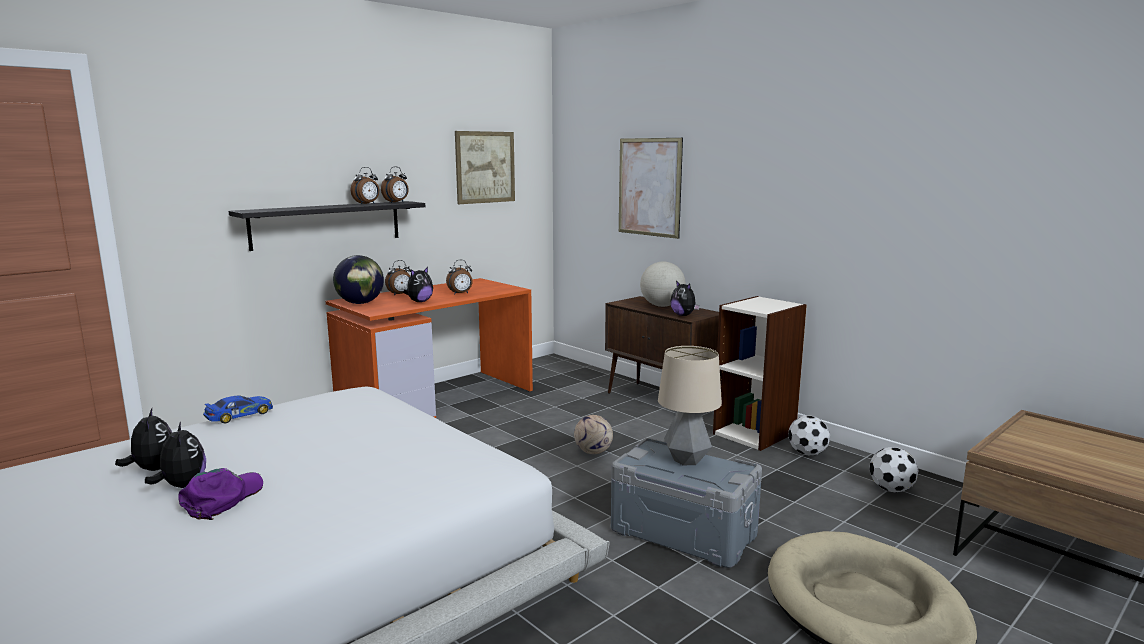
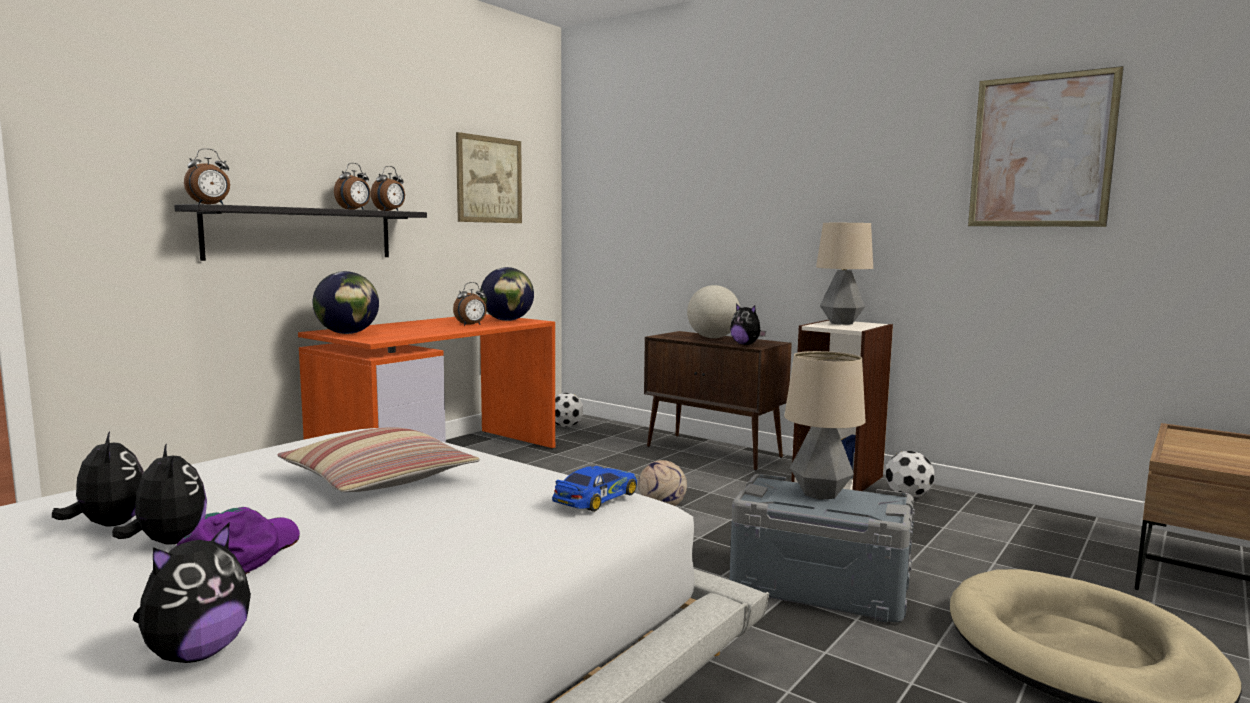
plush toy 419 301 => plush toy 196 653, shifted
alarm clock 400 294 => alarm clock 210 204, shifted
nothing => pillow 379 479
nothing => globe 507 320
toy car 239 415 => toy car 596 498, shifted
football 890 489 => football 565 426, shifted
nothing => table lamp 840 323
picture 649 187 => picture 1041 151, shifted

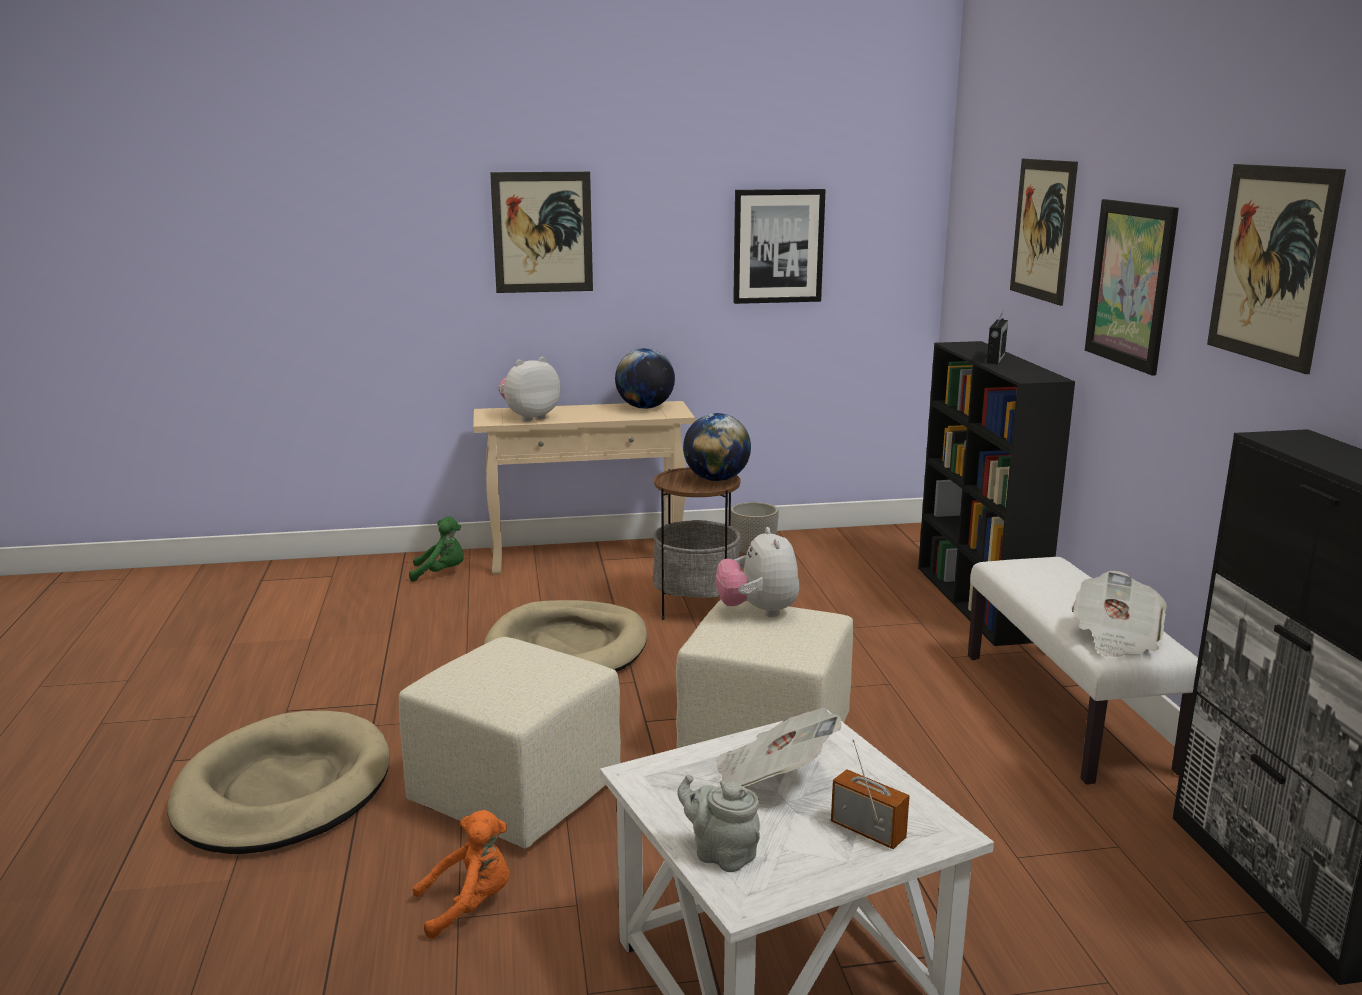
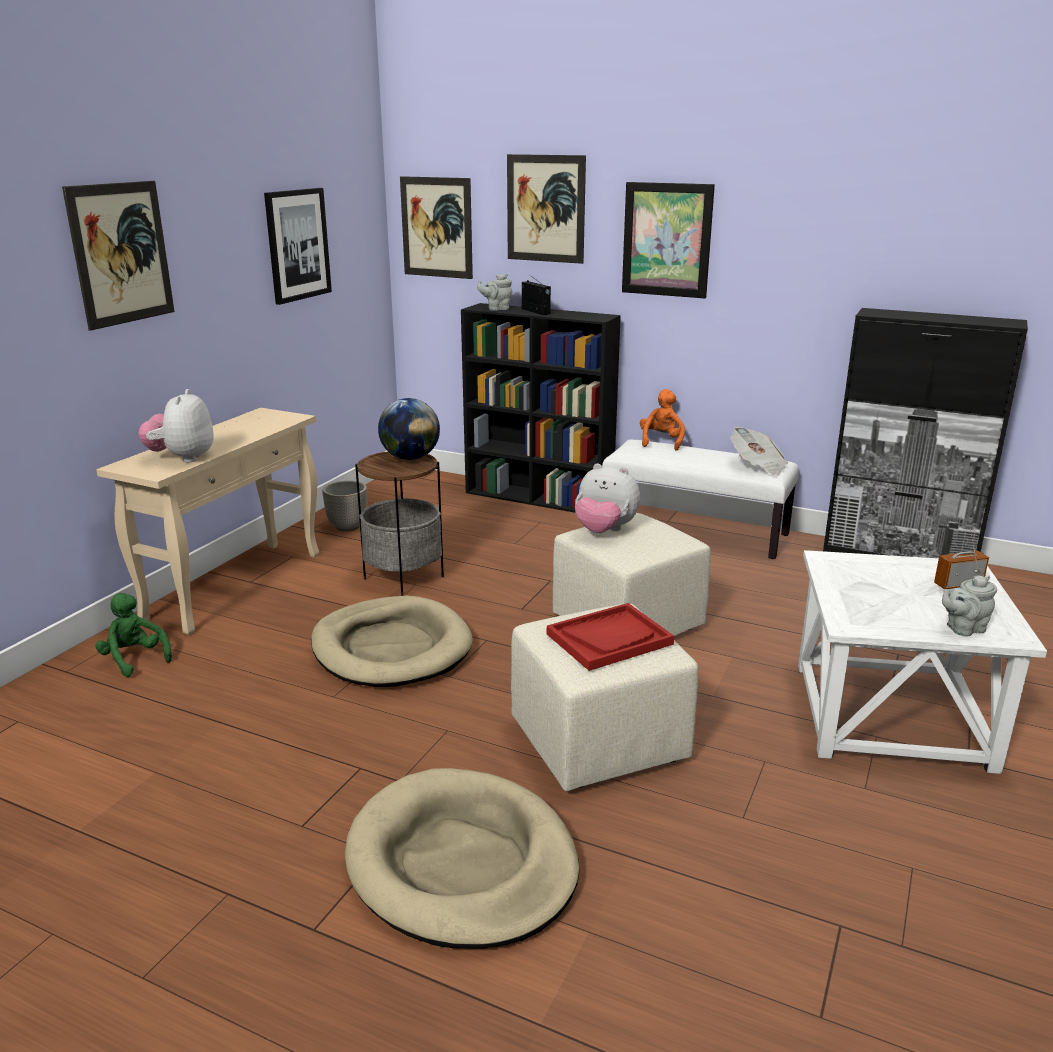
plush toy (green) 441 573 => plush toy (green) 135 659, 75 degrees counterclockwise
picture 1271 264 => picture 436 227, shifted
nothing => teapot (grey) 496 309
nothing => tray (red) 609 639
plush toy (orange) 469 905 => plush toy (orange) 661 442, shifted
globe 645 407 => nothing
newspaper 773 778 => nothing

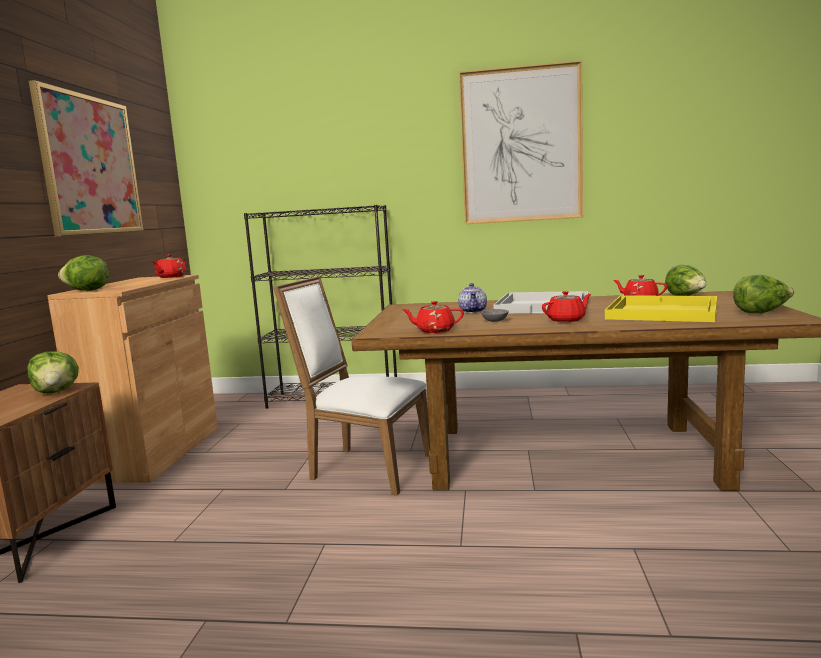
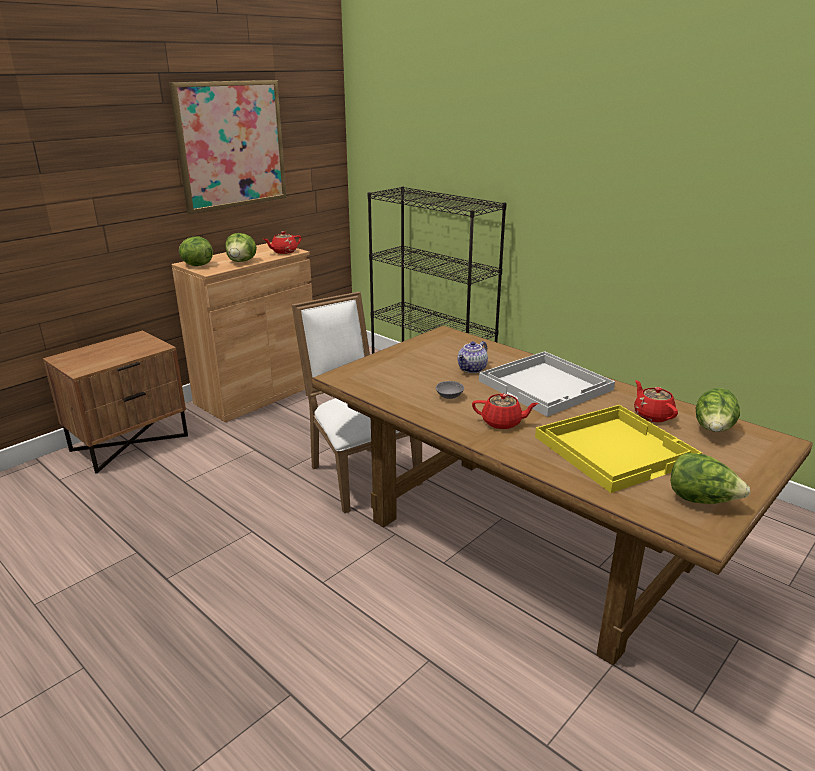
lettuce 56 392 => lettuce 242 261, shifted
teapot (red) 434 331 => nothing
picture 521 145 => nothing

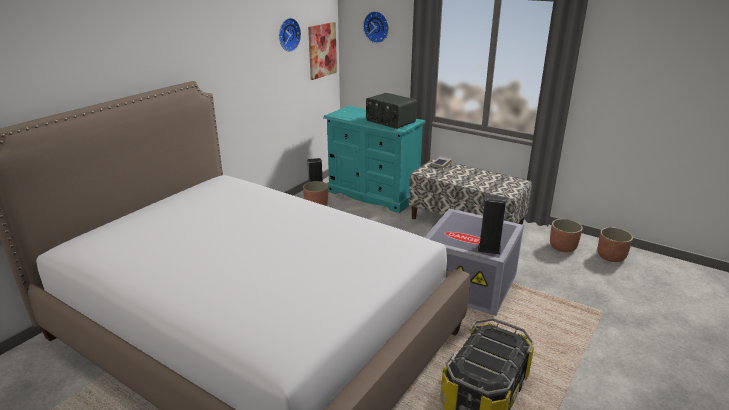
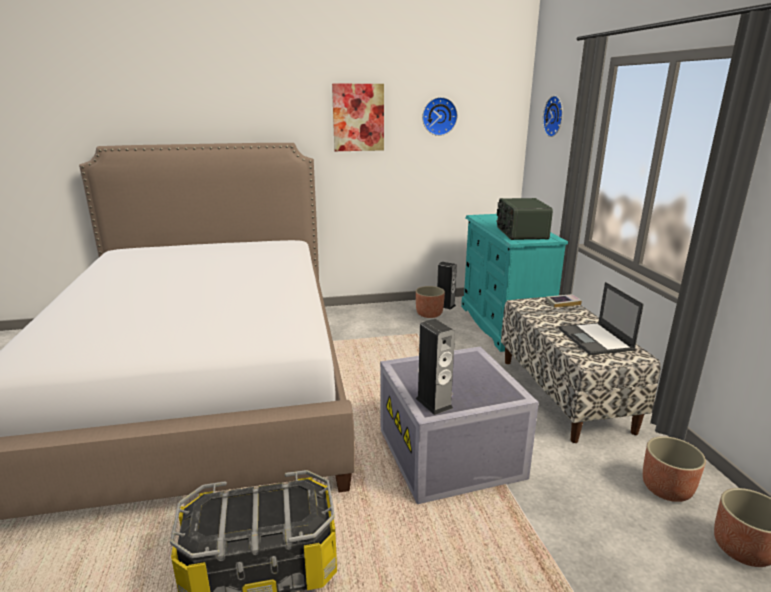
picture 322 50 => picture 358 117, shifted
nothing => laptop 596 339

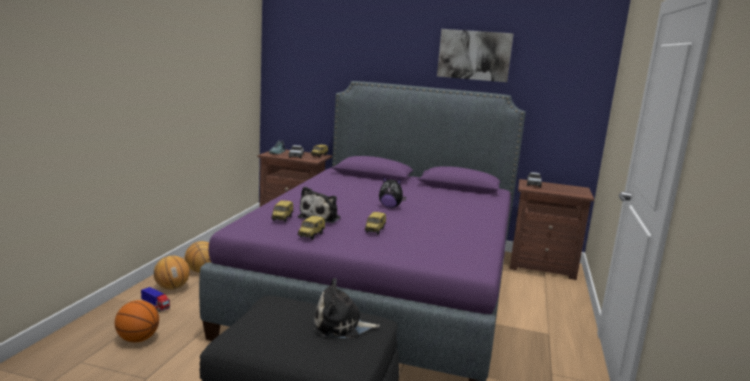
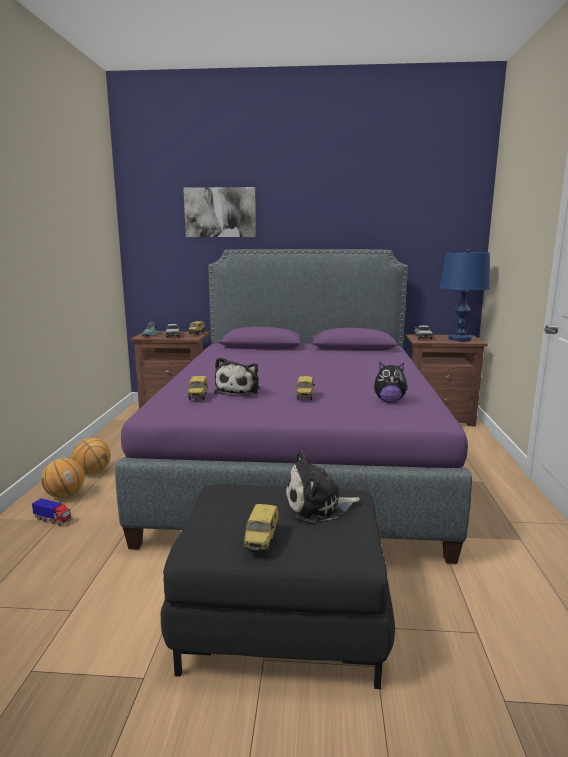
picture 474 55 => picture 220 212, shifted
toy car 311 236 => toy car 262 541, shifted
plush toy 390 207 => plush toy 389 401, shifted
nothing => table lamp (blue) 459 339
basketball 138 339 => nothing

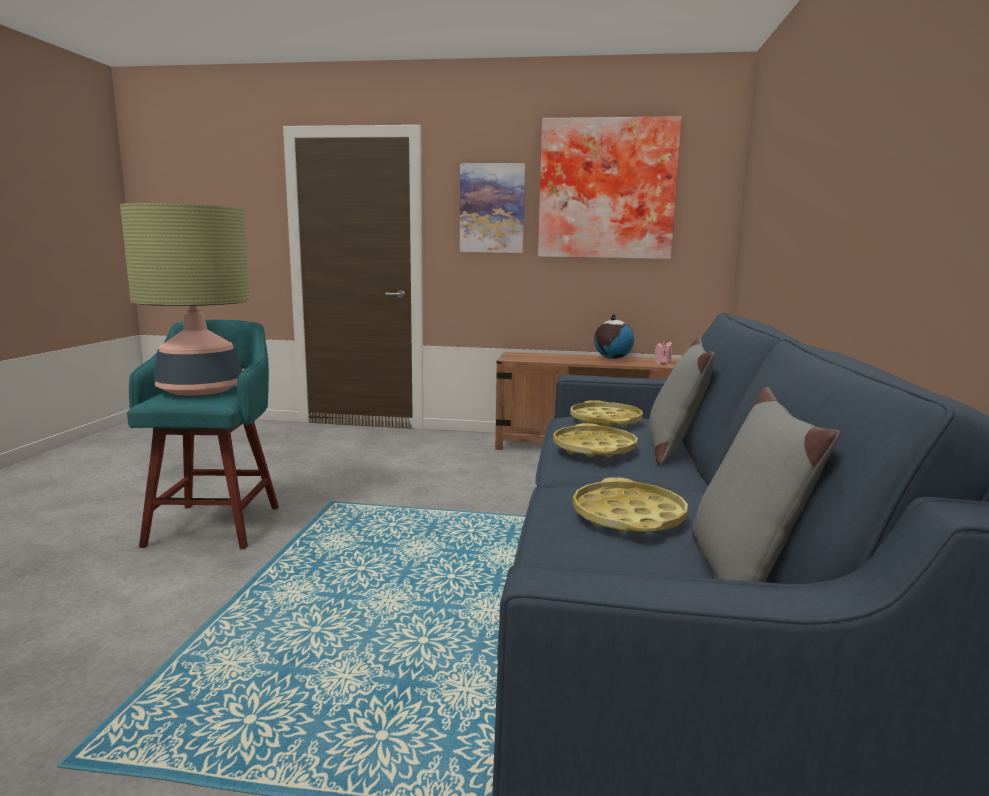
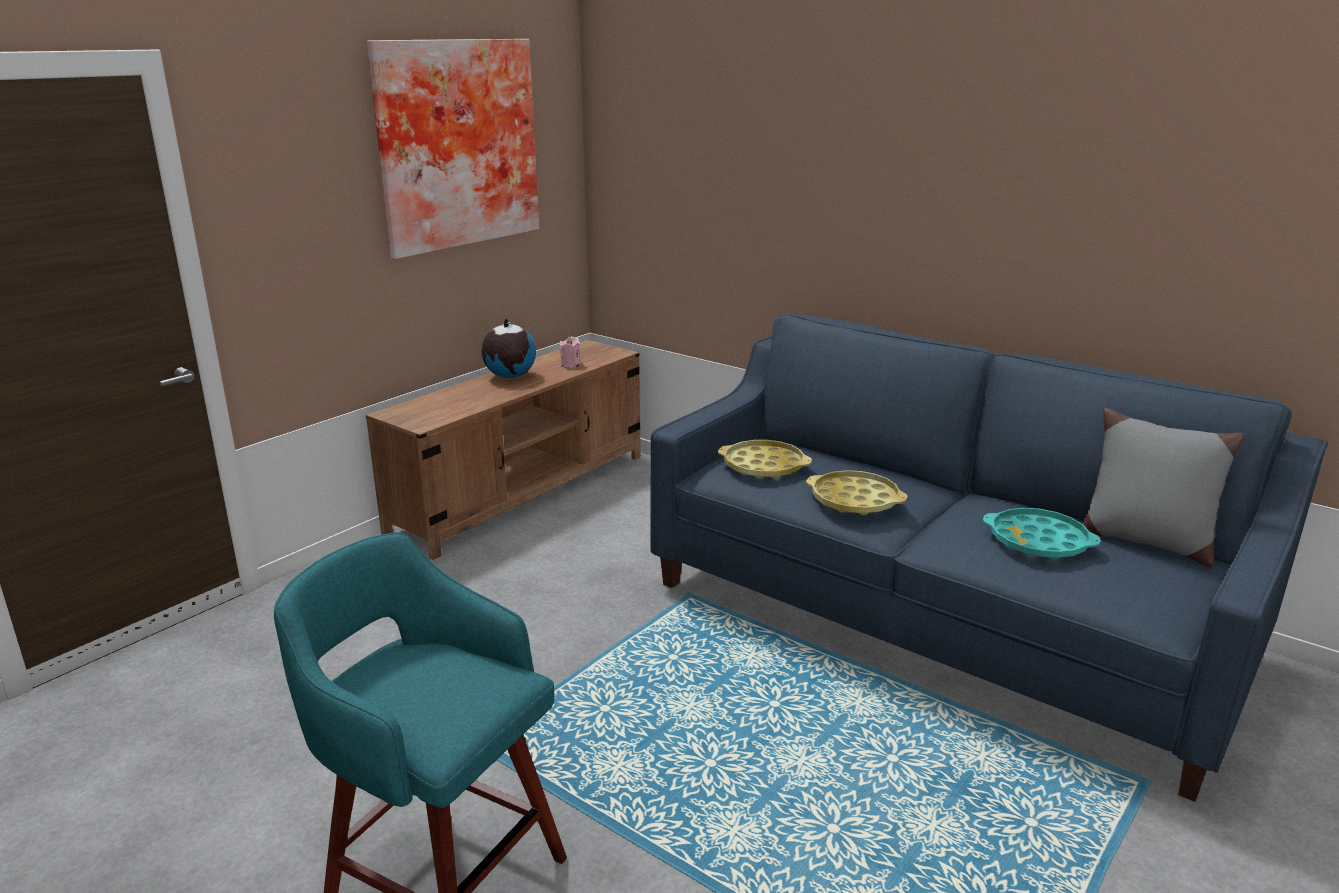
tray (yellow) 628 516 => tray (turquoise) 1038 541
table lamp 200 389 => nothing
picture 492 208 => nothing
pillow (grey) 674 448 => nothing

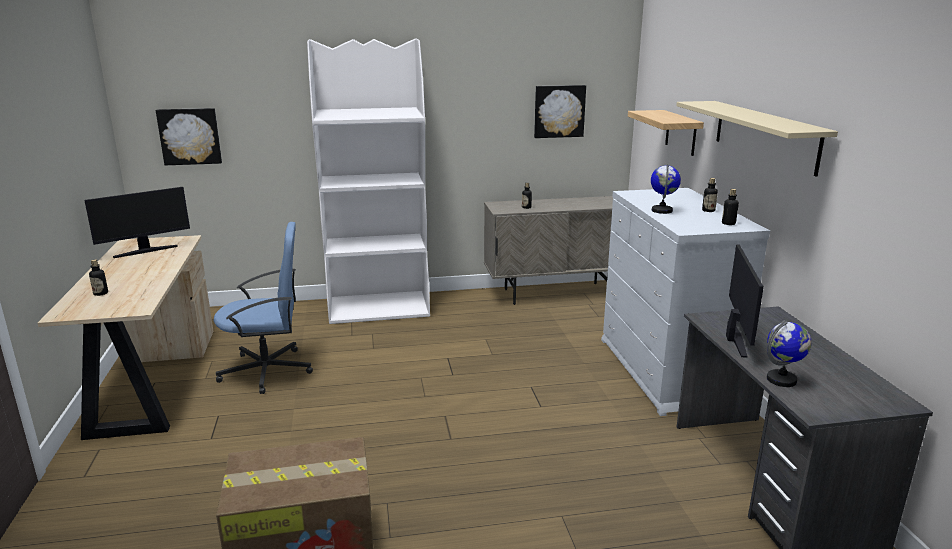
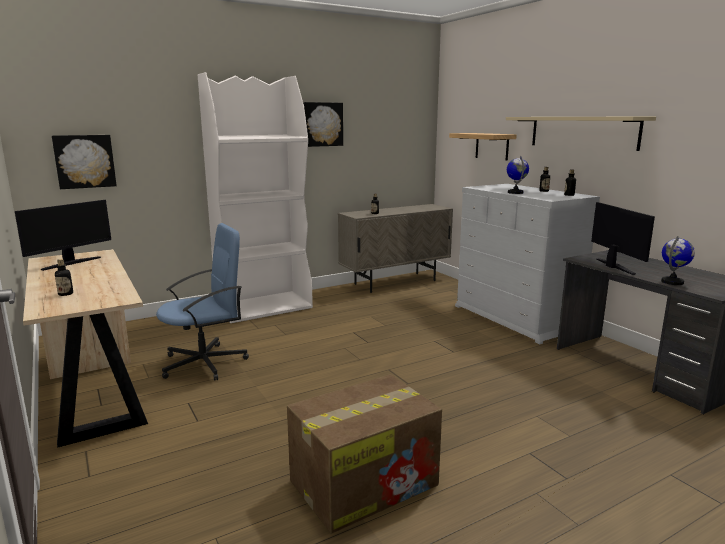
picture 559 111 => picture 322 124, shifted

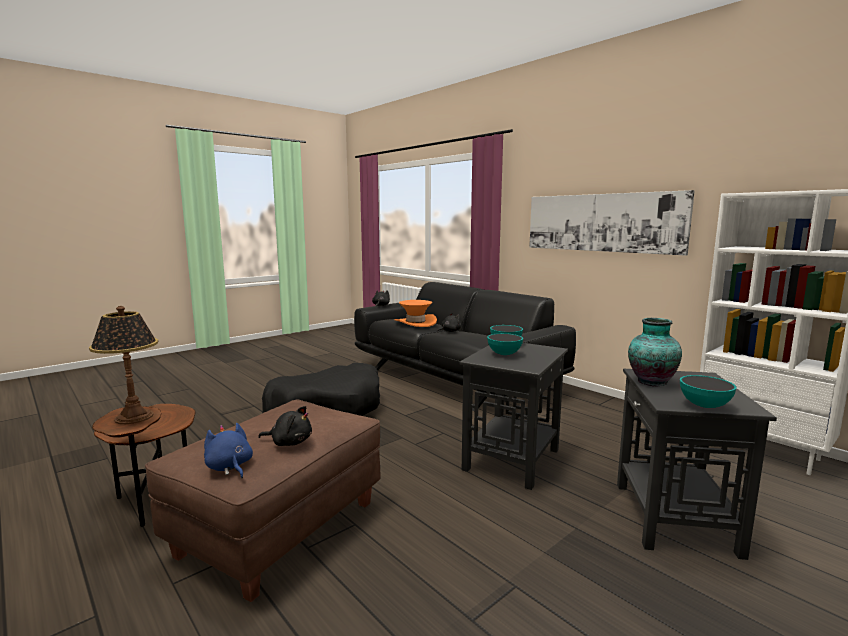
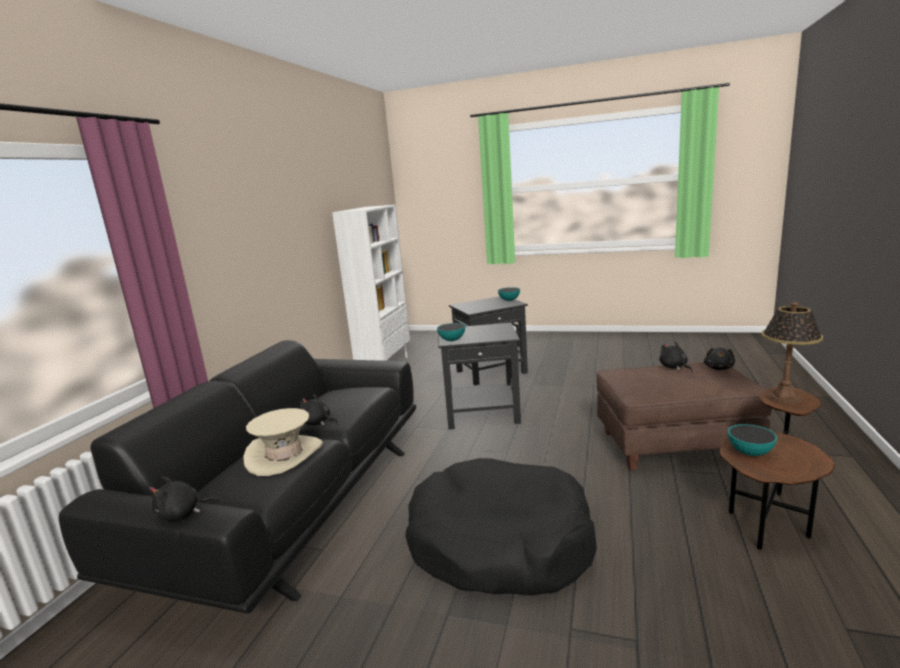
hat (orange) 415 323 => hat (beige) 284 455
plush toy (blue) 229 467 => plush toy (black) 719 368
bowl 504 354 => bowl 750 453, shifted
picture 601 222 => nothing
vase 650 382 => nothing

